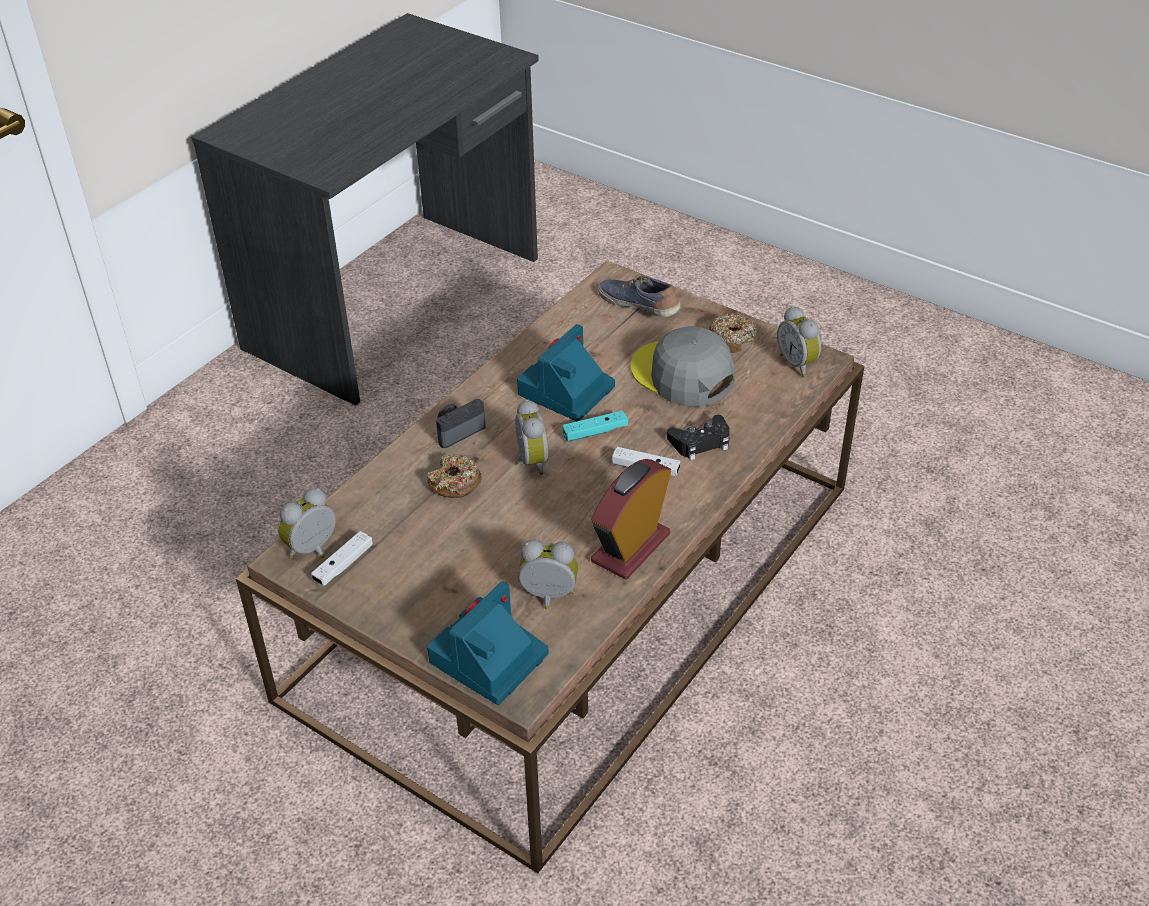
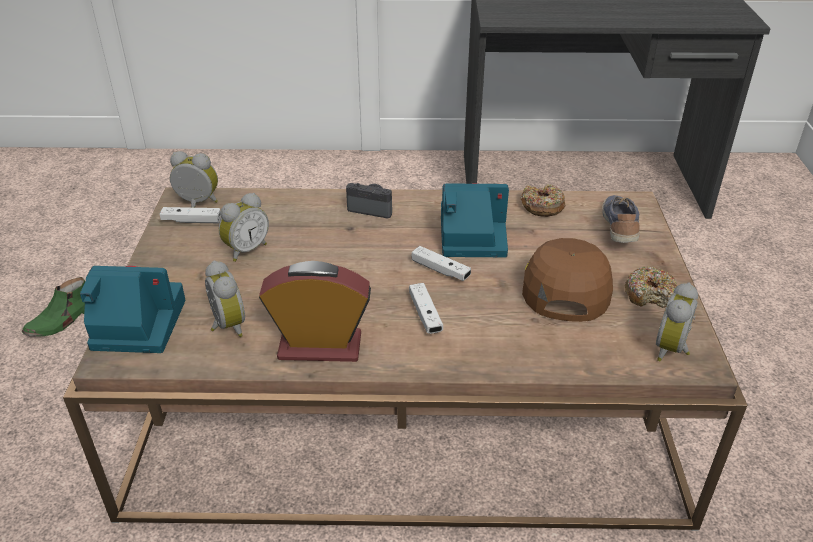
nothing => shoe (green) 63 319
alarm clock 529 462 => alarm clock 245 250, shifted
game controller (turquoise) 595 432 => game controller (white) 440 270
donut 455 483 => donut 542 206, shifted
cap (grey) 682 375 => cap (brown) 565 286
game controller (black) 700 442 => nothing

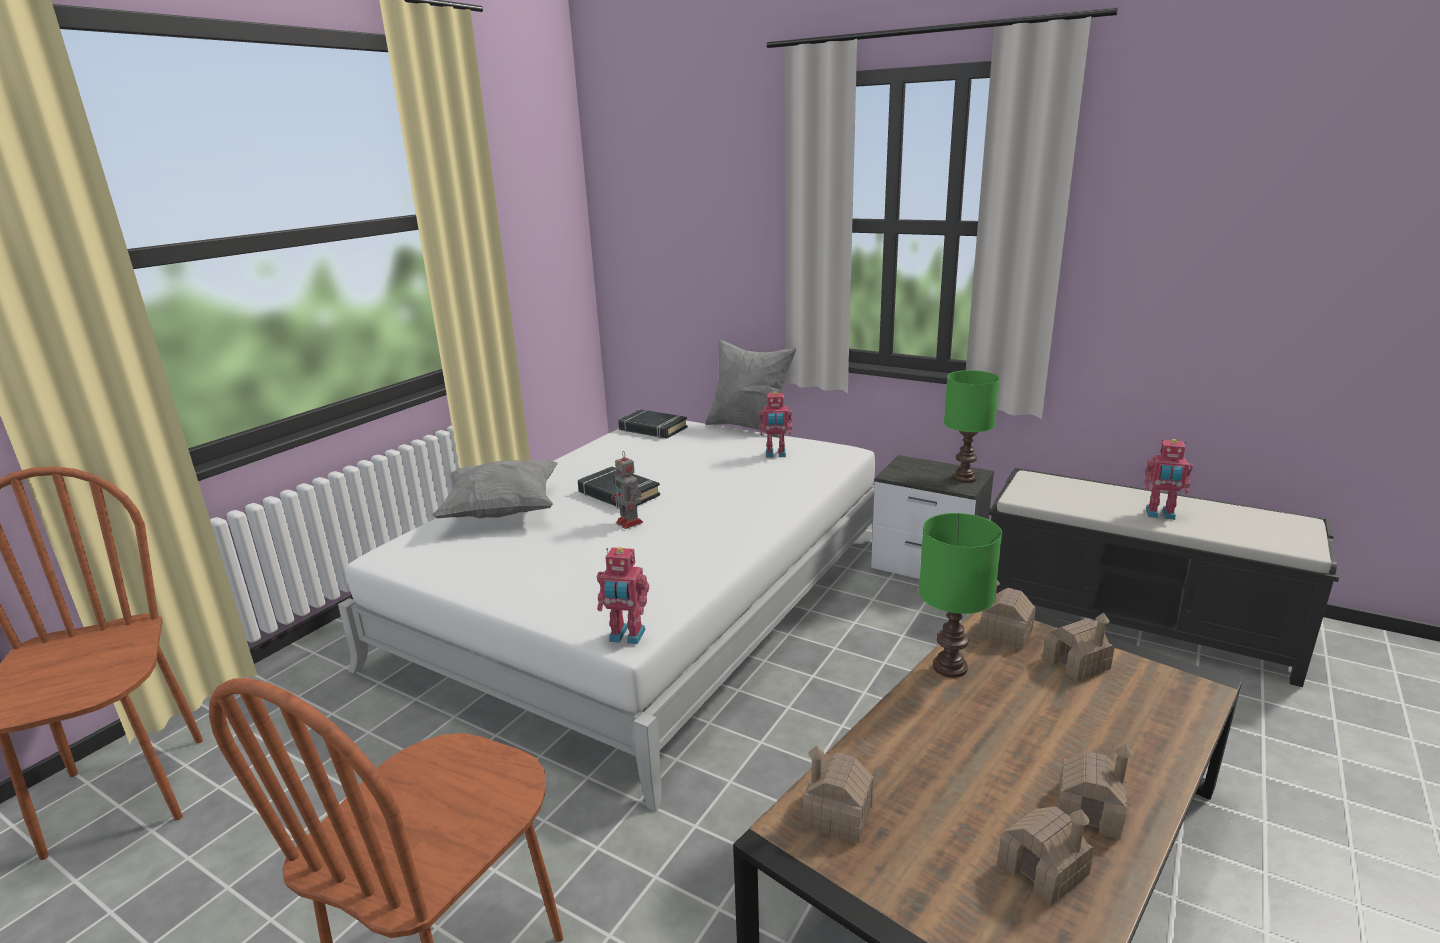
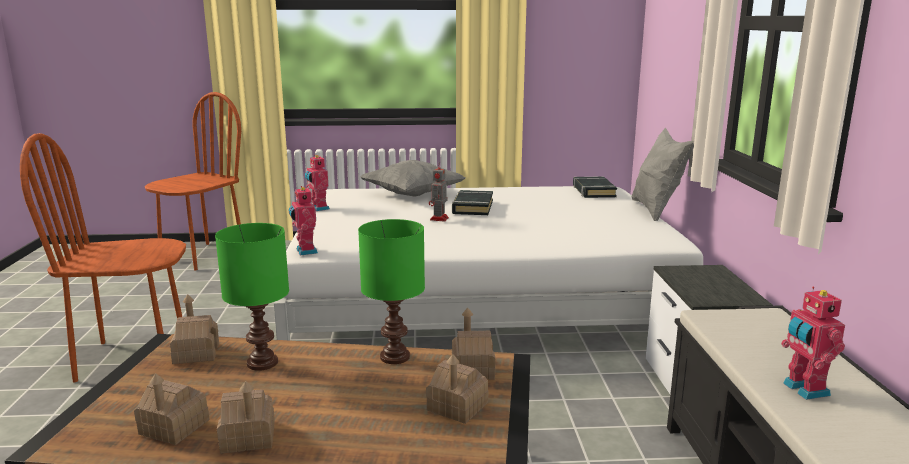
table lamp (green) 964 478 => table lamp (green) 264 363, shifted
toy robot 775 454 => toy robot 318 208, shifted

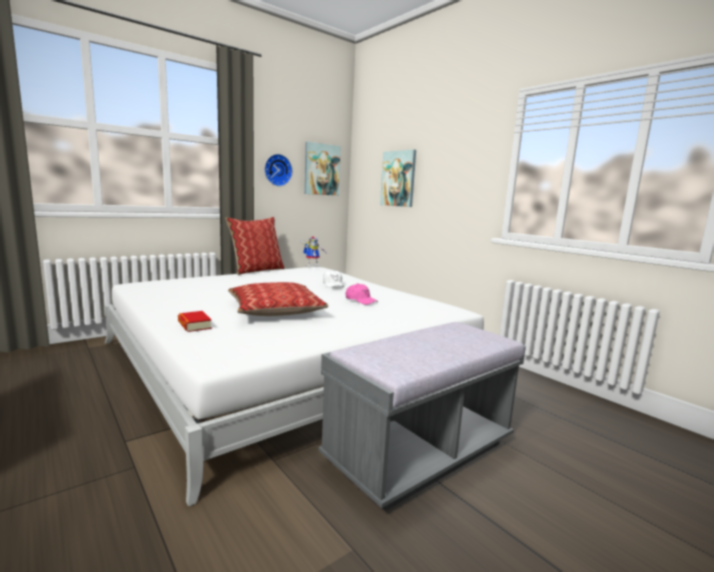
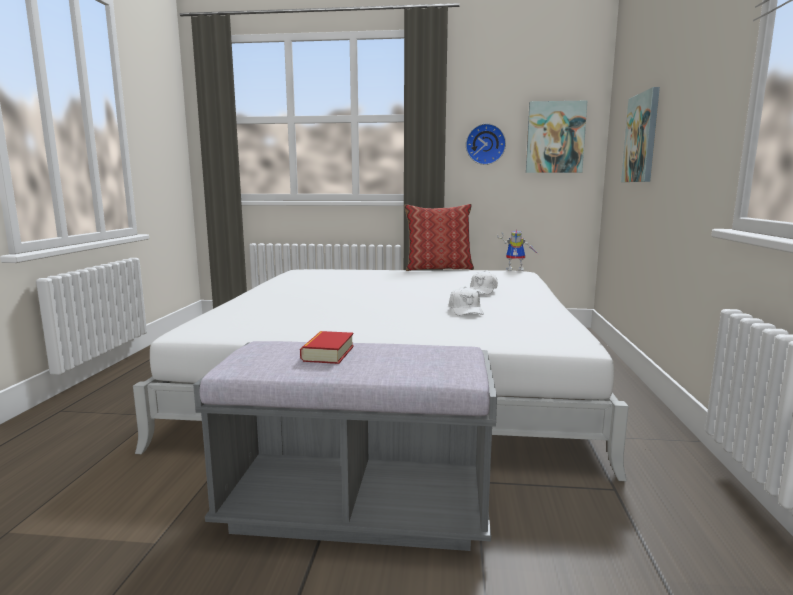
book 194 325 => book 328 353, shifted
cap (pink) 360 300 => cap (white) 466 310
pillow 275 310 => nothing

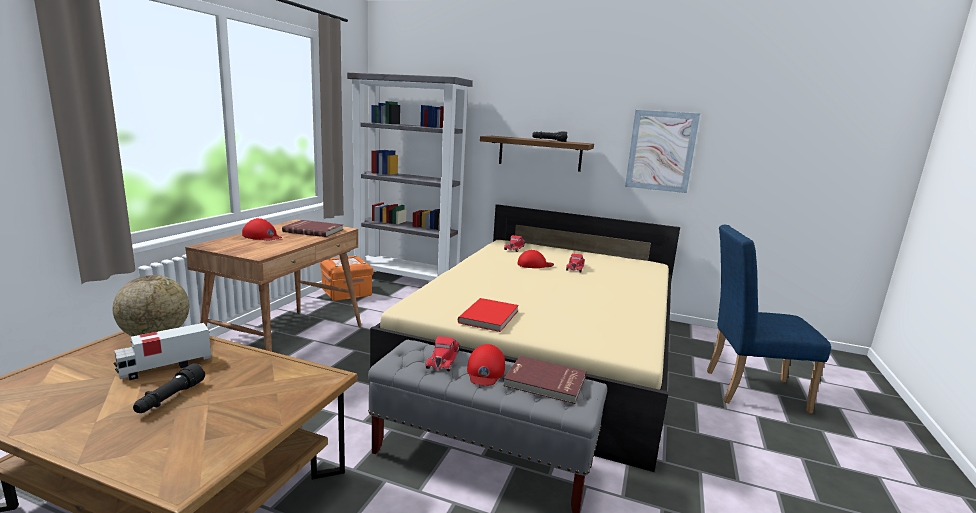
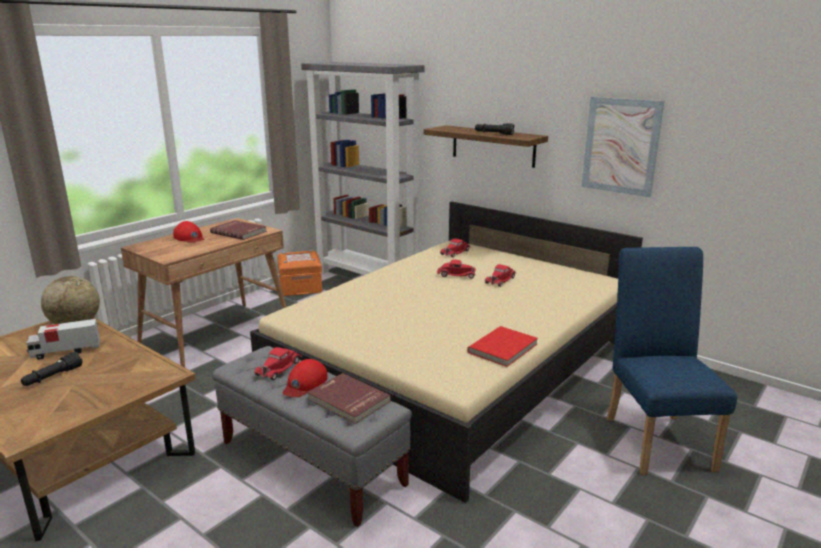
cap (red) 534 264 => toy car (red) 456 274
book (red) 490 317 => book (red) 504 349, shifted
chair (blue) 747 389 => chair (blue) 656 437, 60 degrees clockwise

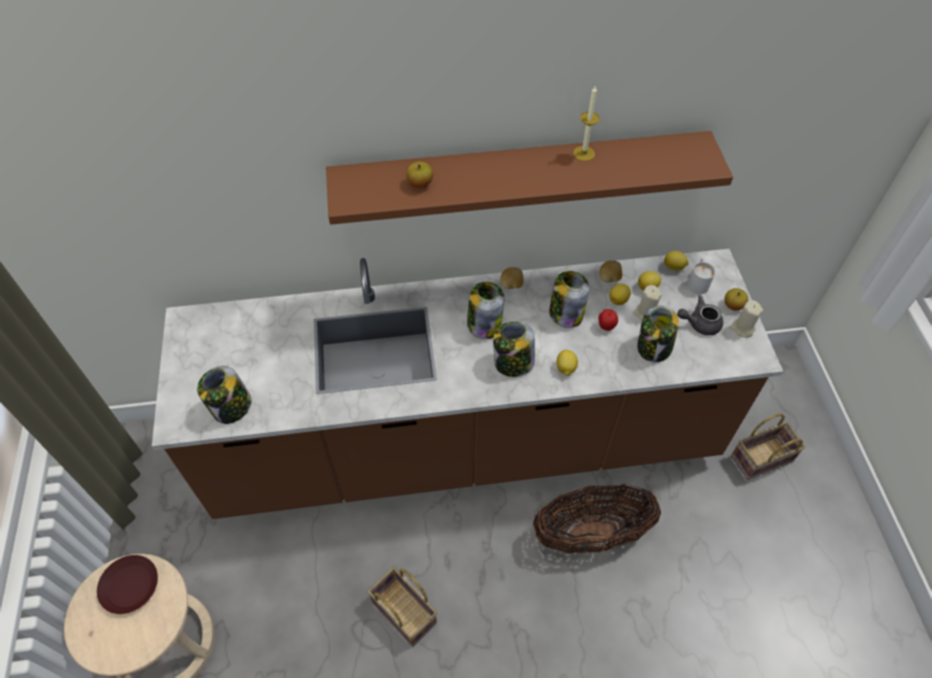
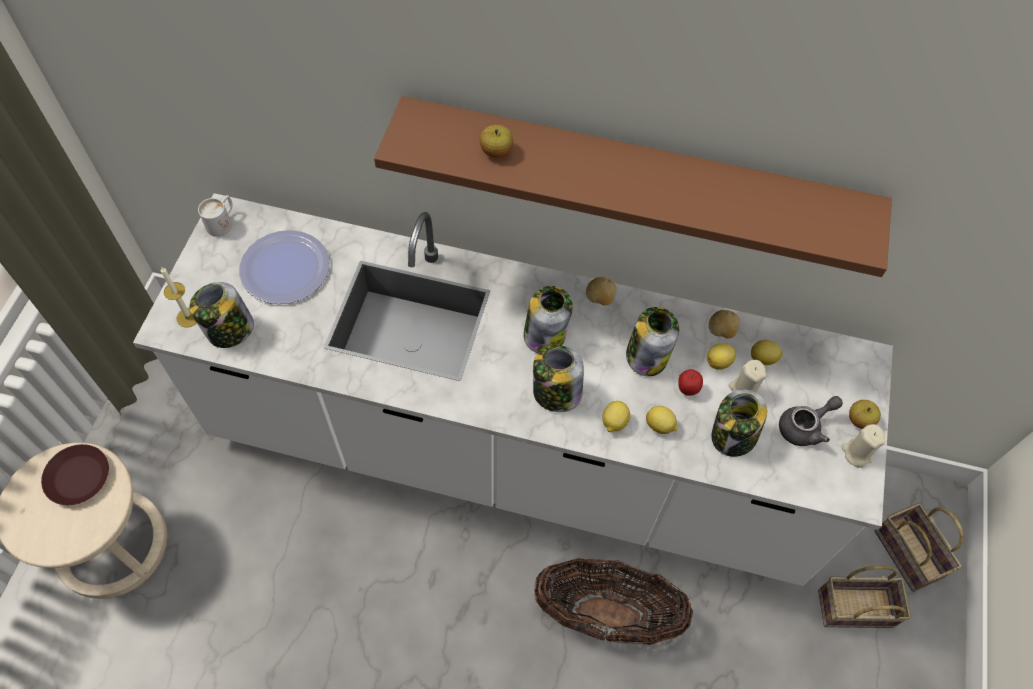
counter (brown) 466 444 => counter (white) 511 455
candle 584 153 => candle 188 317, shifted
mug (white) 698 282 => mug (white) 222 222, shifted
nothing => plate 285 268
lemon 674 267 => lemon 660 426, shifted
teapot (grey) 699 323 => teapot (grey) 805 427, 135 degrees clockwise
basket 406 613 => basket 910 555, shifted

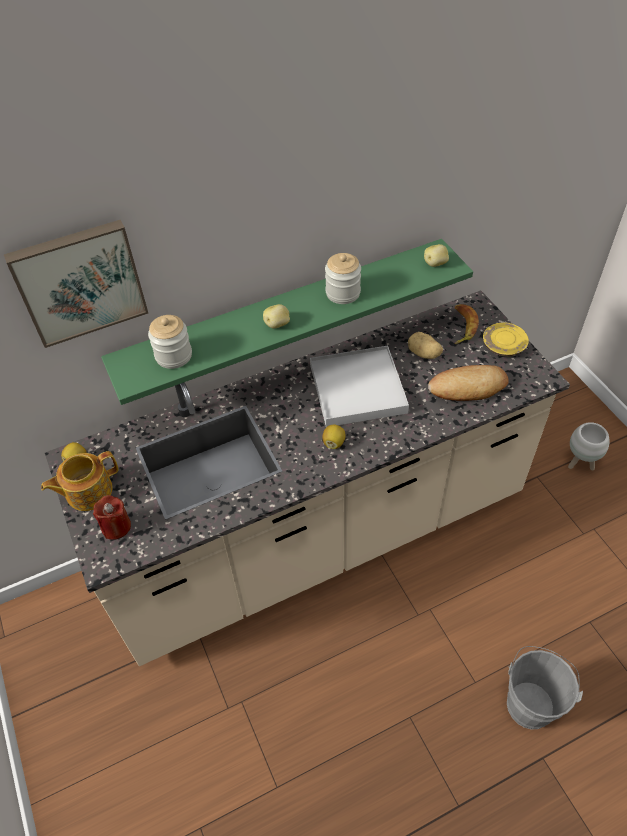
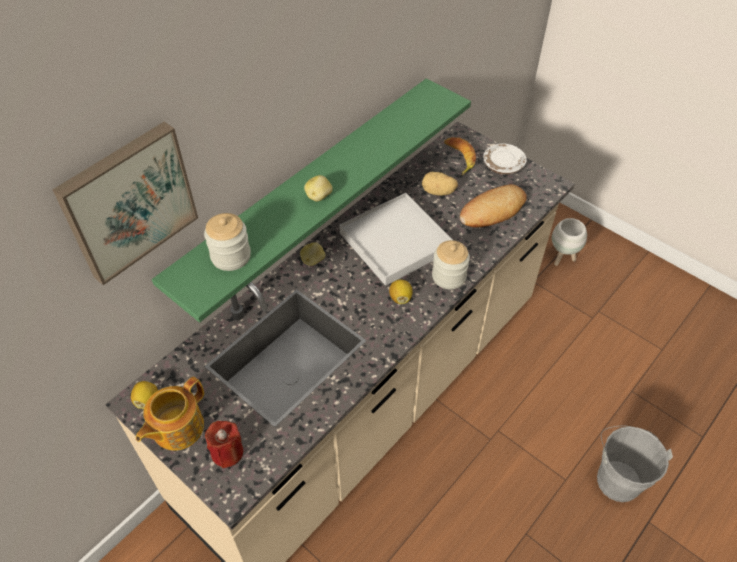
potato 435 263 => potato 313 260, shifted
jar 343 293 => jar 449 276, shifted
plate (yellow) 503 345 => plate (white) 503 165

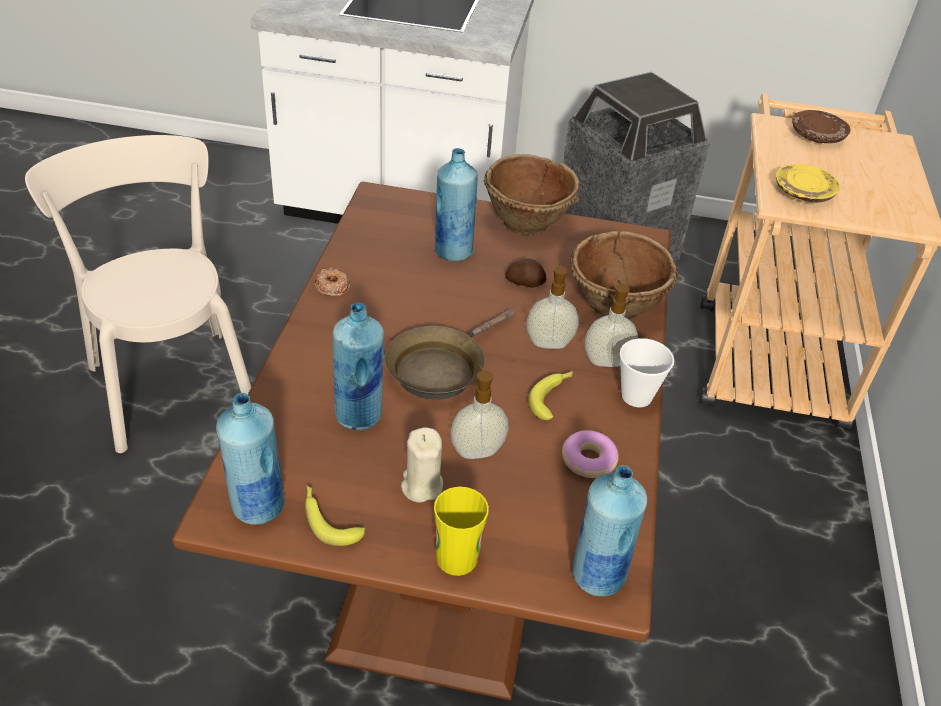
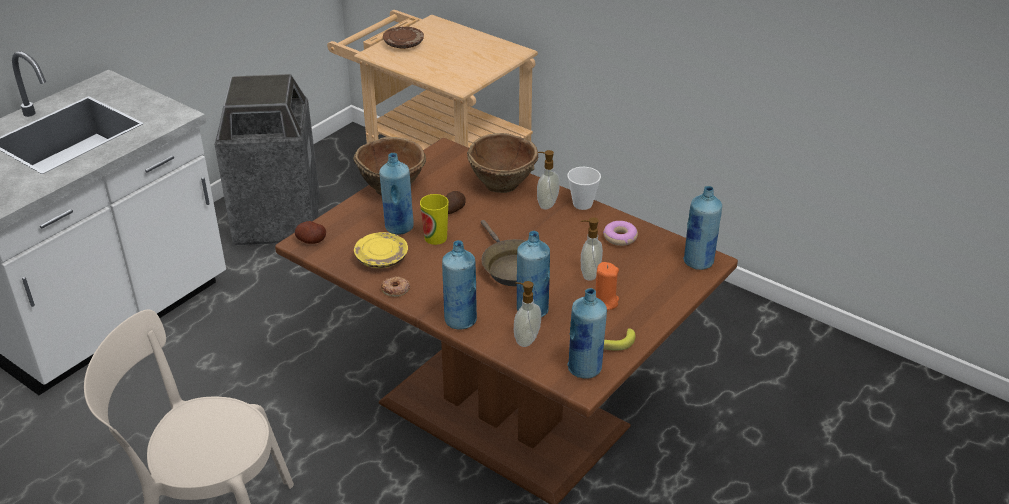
nothing => potato 311 241
plate (yellow) 803 193 => plate (yellow) 382 258, shifted
cup 456 558 => cup 435 238, shifted
nothing => bottle (blue) 460 320
soap dispenser 549 342 => soap dispenser 526 339, shifted
candle (beige) 421 485 => candle (orange) 604 302
banana 553 397 => nothing

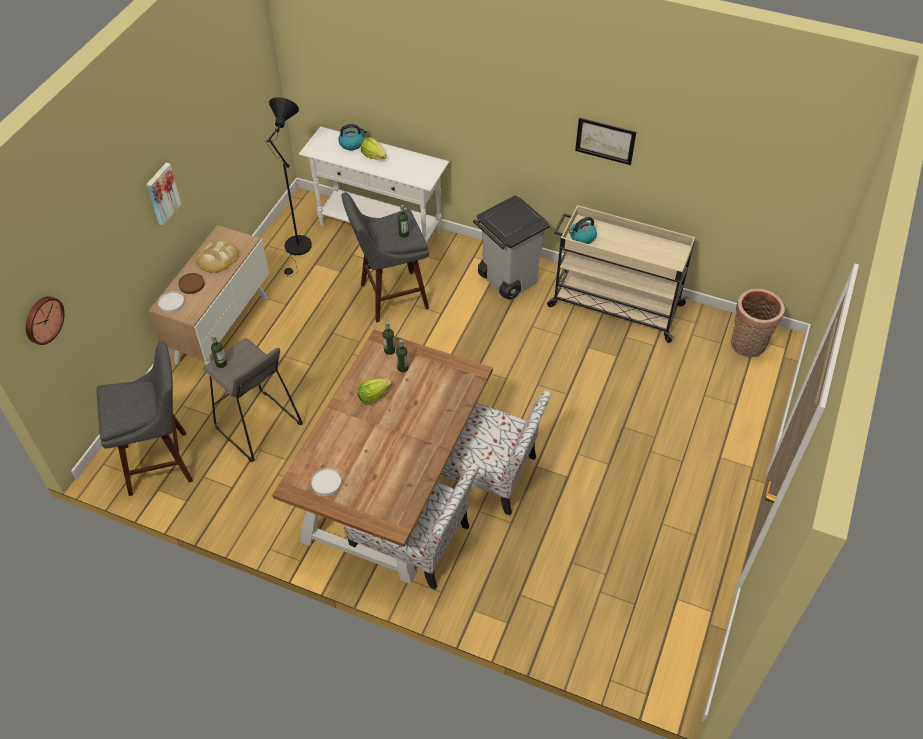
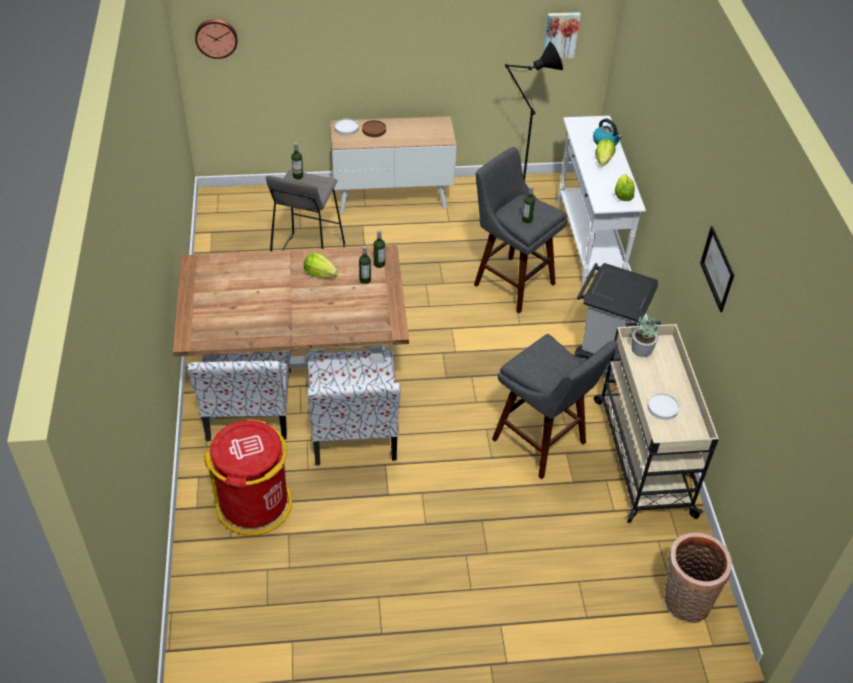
nothing => trash can (red) 255 504
stool (grey) 162 462 => stool (grey) 542 444, shifted
picture 162 193 => picture 560 34, shifted
nothing => lettuce 623 195
kettle 582 237 => potted plant 642 349
plate (white) 326 483 => plate (white) 662 407, shifted
bread 217 258 => nothing

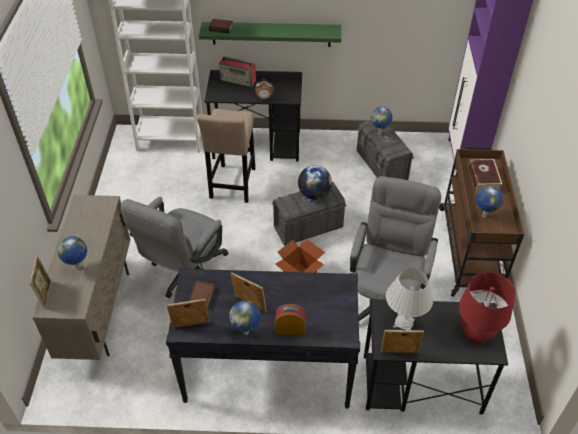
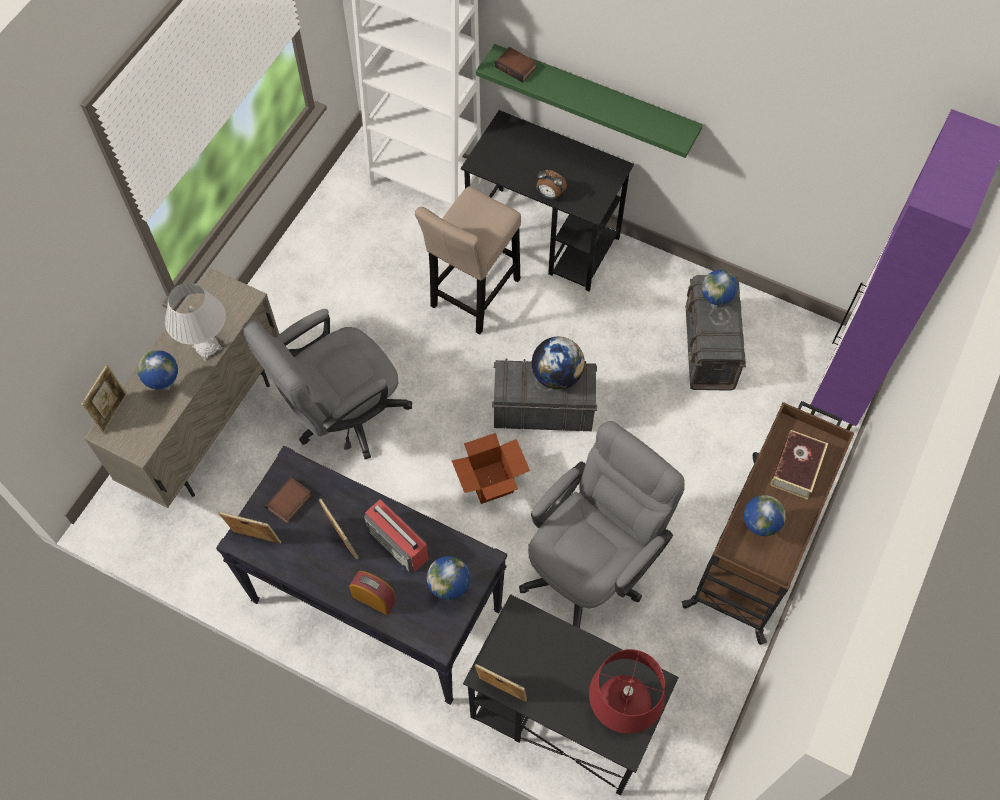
table lamp (white) 404 323 => table lamp (white) 207 347, shifted
radio 238 80 => radio 398 544, shifted
globe 247 332 => globe 450 591, shifted

